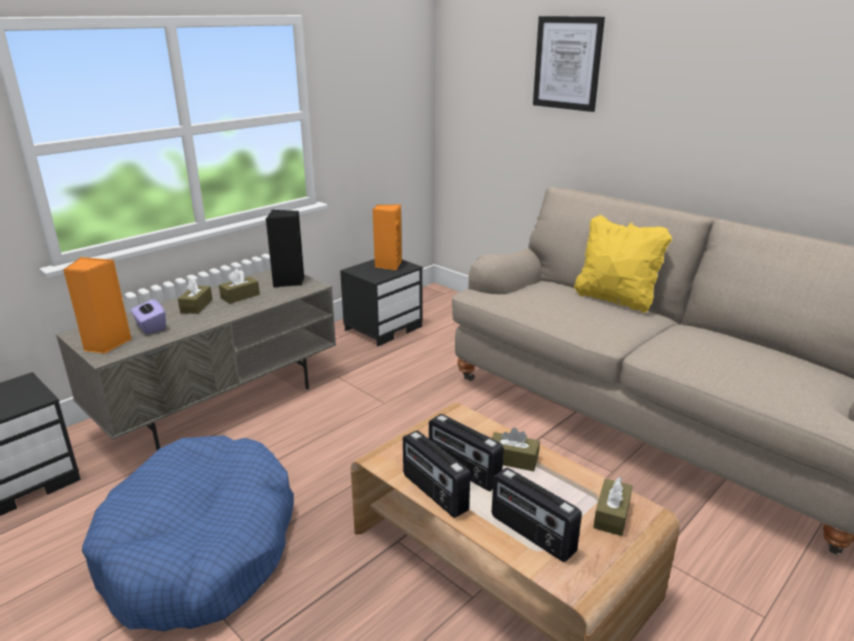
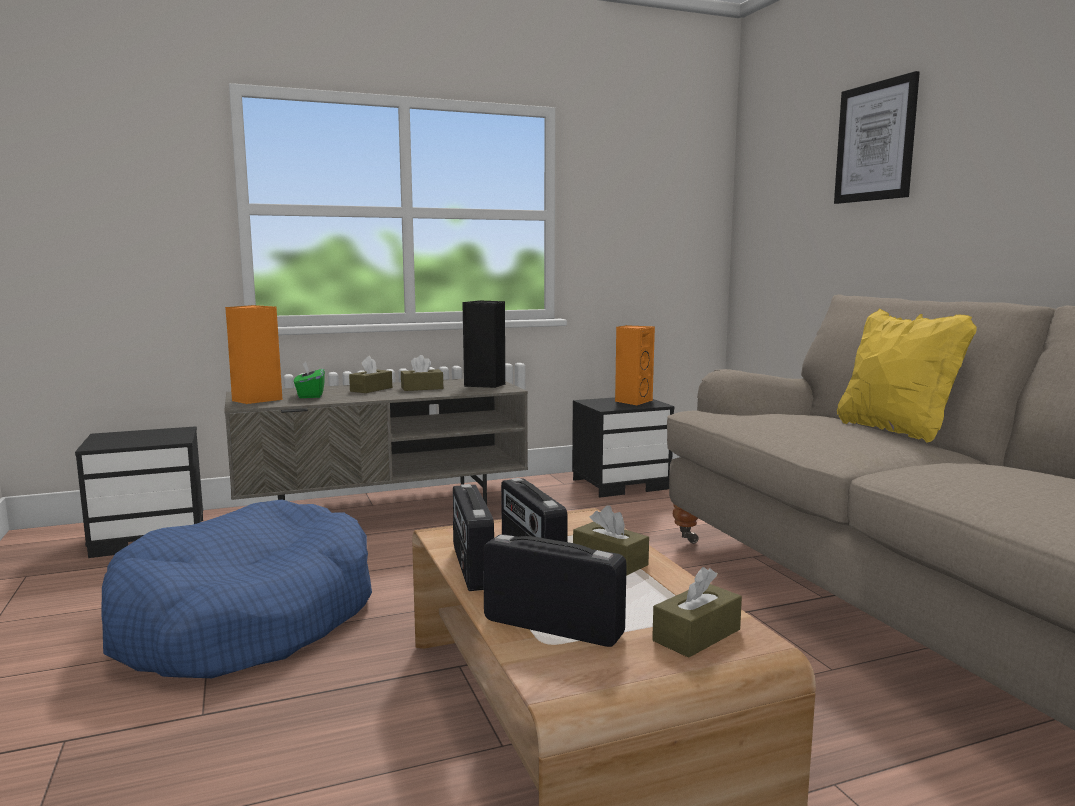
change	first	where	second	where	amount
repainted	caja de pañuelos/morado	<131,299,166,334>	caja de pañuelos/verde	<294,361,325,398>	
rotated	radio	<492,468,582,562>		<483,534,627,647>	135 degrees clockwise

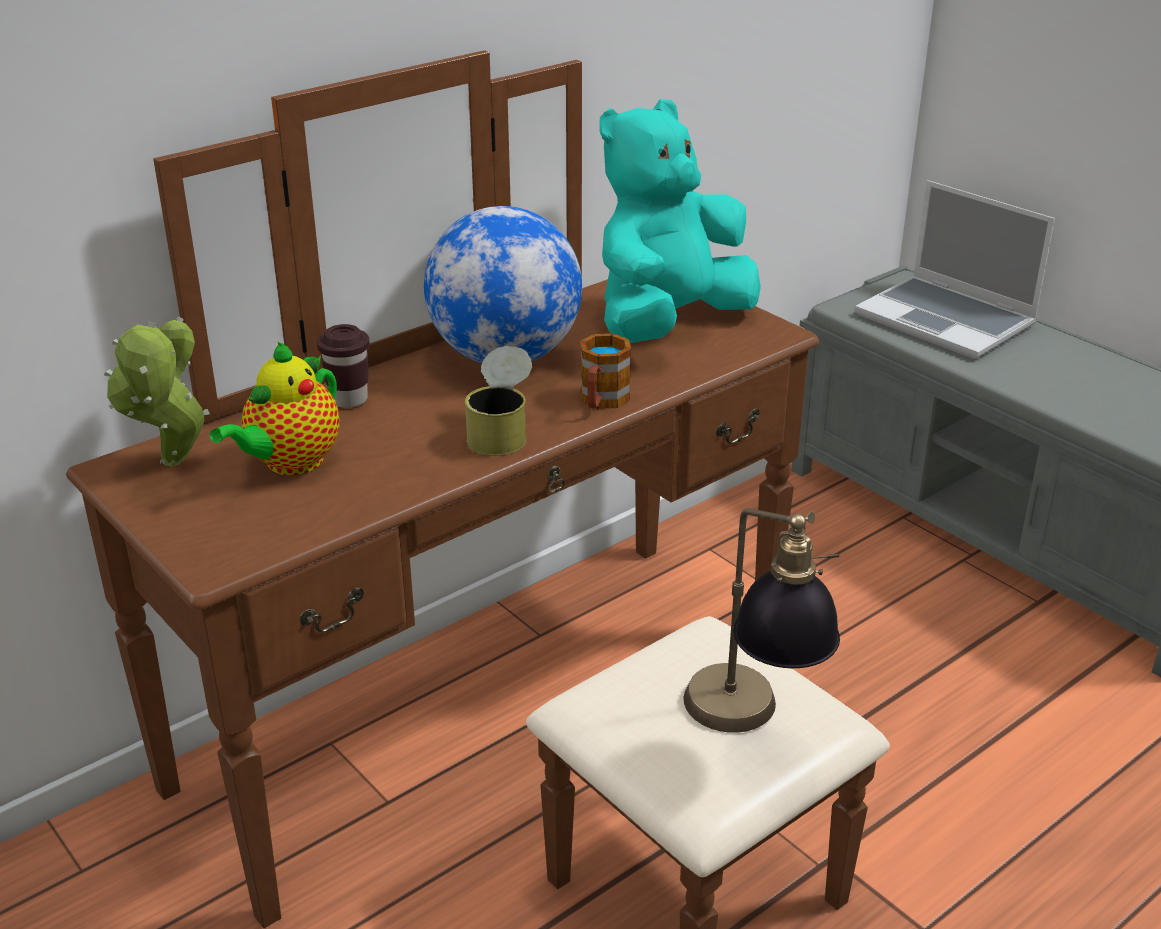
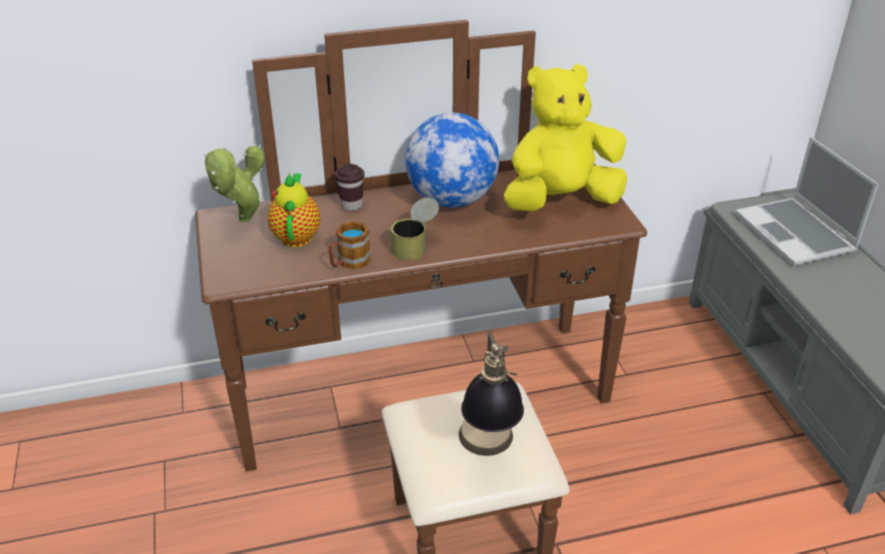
change	first	where	second	where	amount
rotated	tetera	<210,341,340,475>		<267,173,321,248>	120 degrees clockwise
shifted	taza grande	<580,333,631,409>		<328,221,371,270>	
repainted	peluche/turquesa	<599,99,761,343>	peluche/amarillo	<504,64,627,211>	

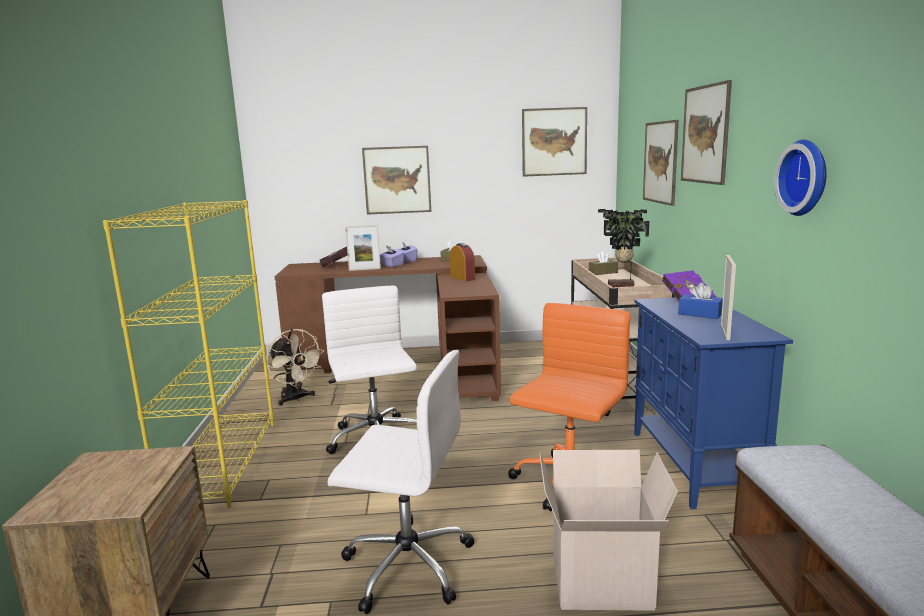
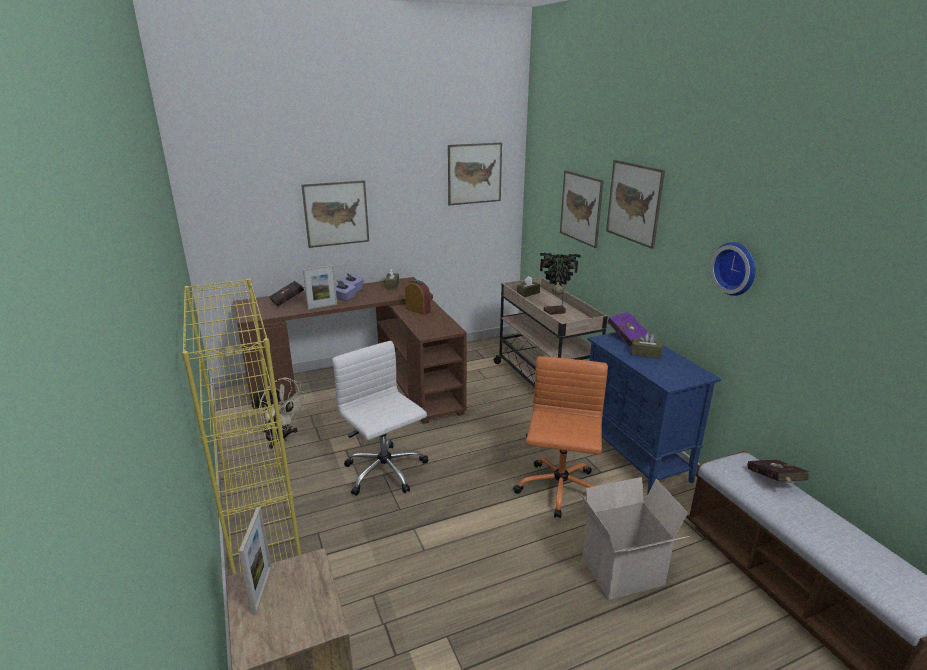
change	first	where	second	where	amount
shifted	portarretratos	<721,255,736,340>		<239,507,272,615>	
repainted	caja de pañuelos/azul	<678,283,723,319>	caja de pañuelos/marrón	<631,332,663,359>	
new			libro/rojo	<748,460,809,484>	
gone	silla de oficina/blanco	<328,350,474,614>			

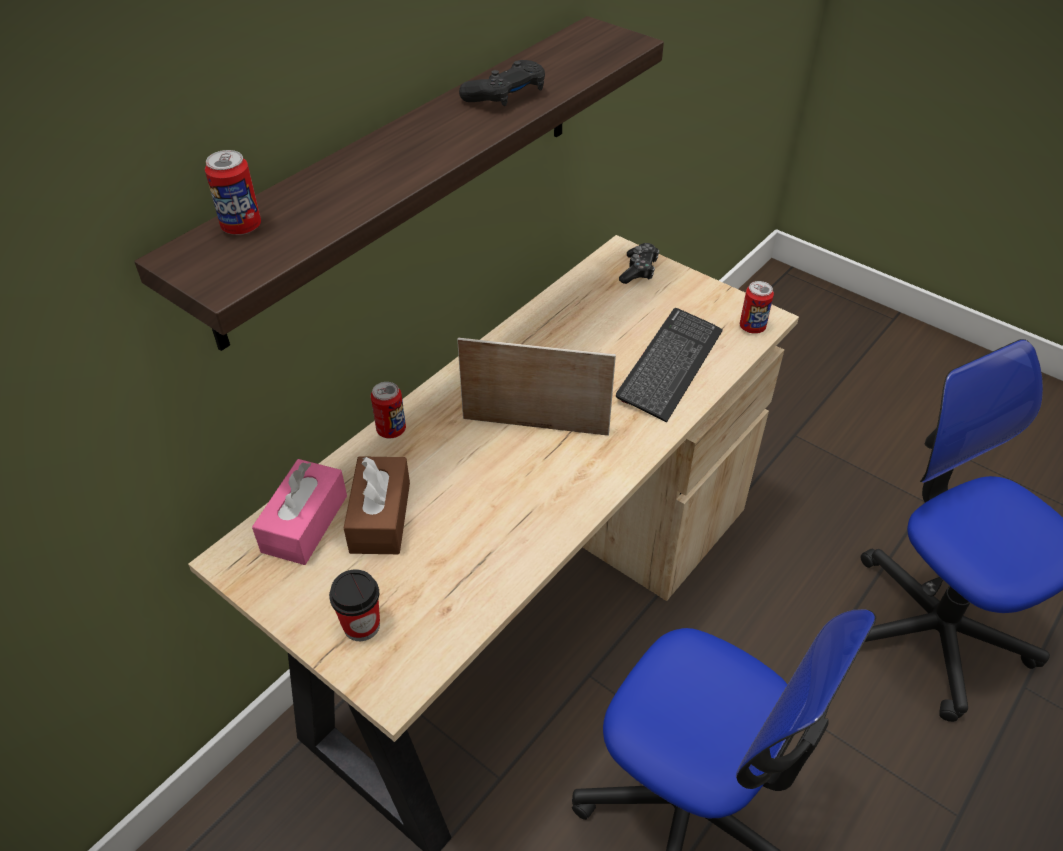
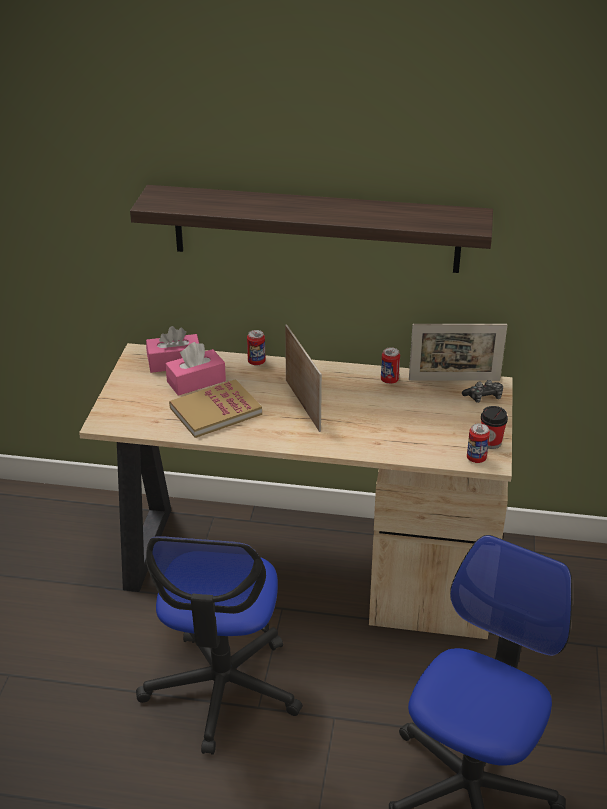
change	first	where	second	where	amount
repainted	caja de pañuelos/marrón	<344,456,410,554>	caja de pañuelos/rosa	<165,342,226,396>	
new			libro	<169,379,262,438>	
shifted	lata	<205,150,261,235>		<381,347,400,384>	
new			portarretratos	<409,324,507,381>	
shifted	taza	<329,569,380,641>		<481,406,508,449>	
gone	mando de consola/negro	<459,60,545,106>			
gone	teclado	<616,308,723,422>			

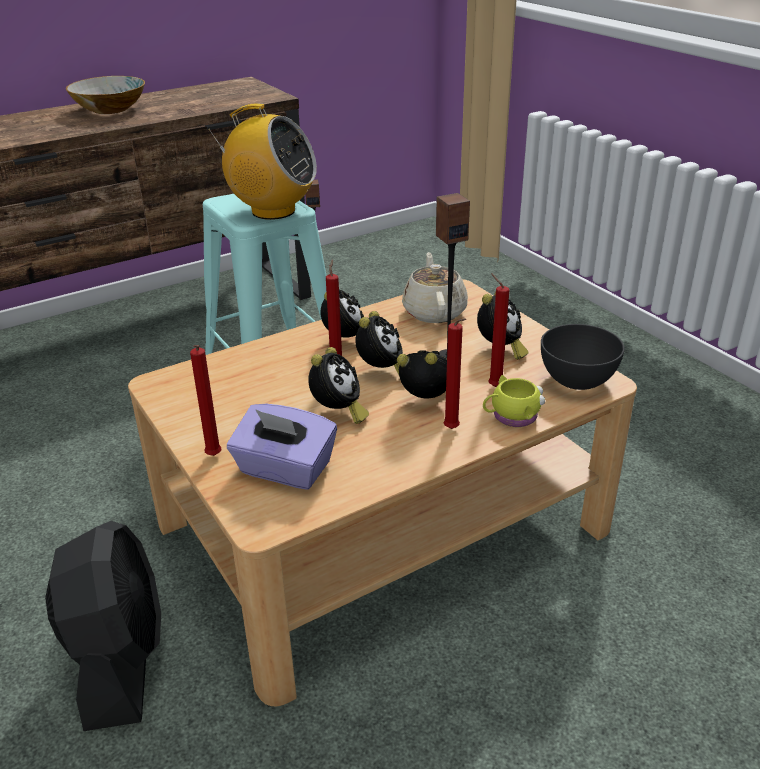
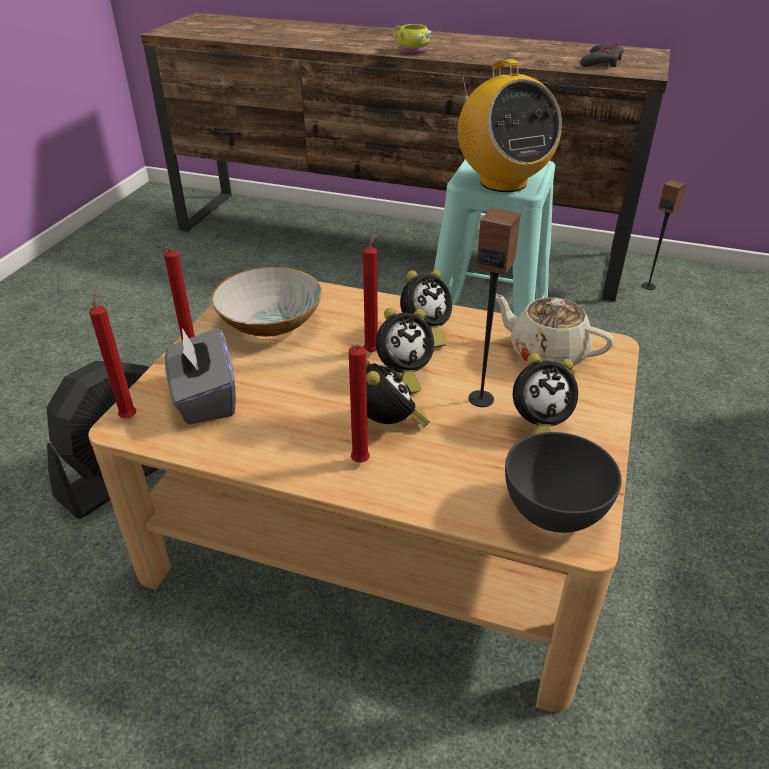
change	first	where	second	where	amount
shifted	vela/rojo	<488,273,509,387>		<89,287,136,418>	
repainted	caja de pañuelos/morado	<227,404,337,490>	caja de pañuelos/gris	<165,328,236,425>	
shifted	cuenco	<66,76,145,114>		<211,267,322,337>	
shifted	taza grande/amarillo	<483,375,545,427>		<393,24,432,54>	
rotated	tetera/beis	<402,252,468,323>		<495,294,614,366>	105 degrees counterclockwise
new			mando de consola/gris	<580,43,624,67>	
gone	despertador	<308,347,369,424>			

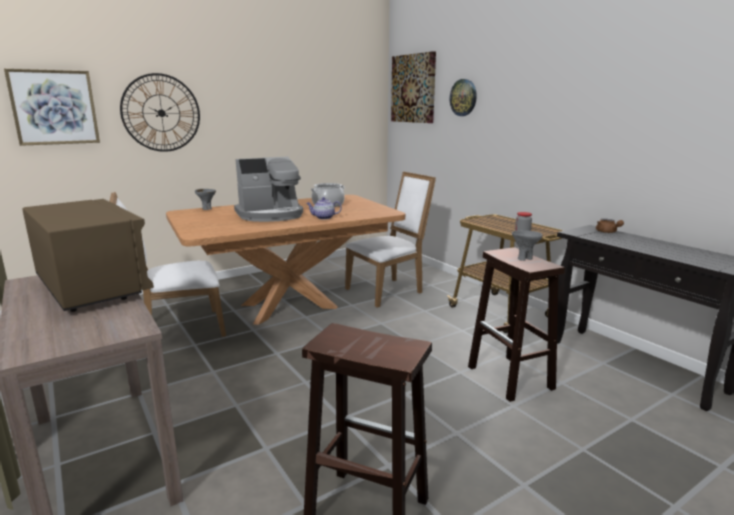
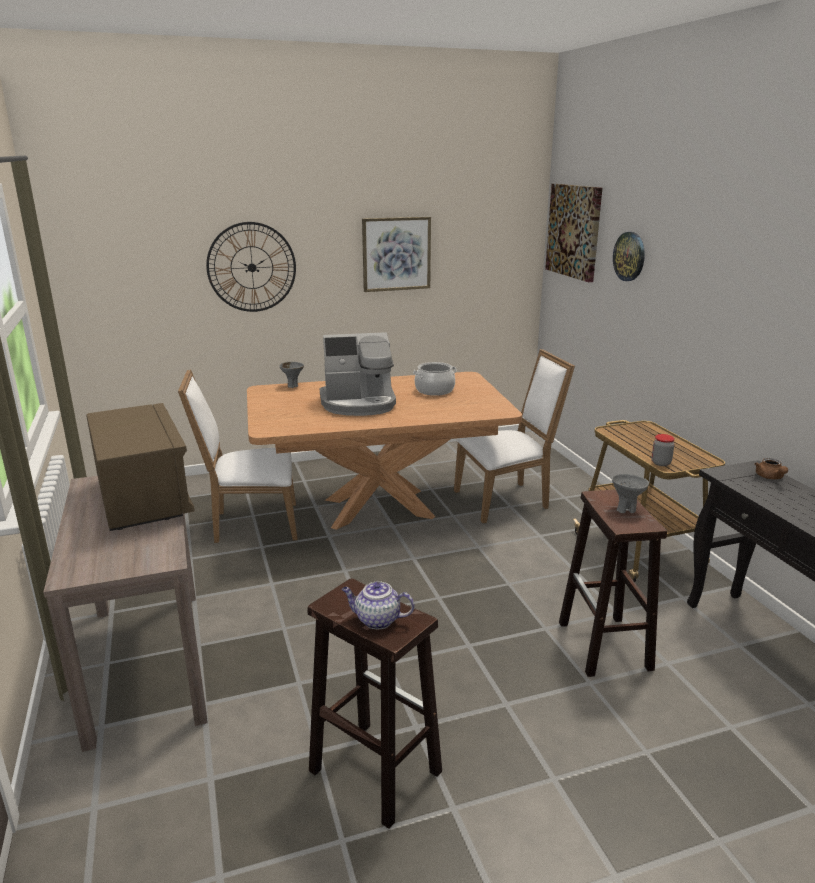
change	first	where	second	where	amount
shifted	tetera	<306,197,342,219>		<341,581,414,629>	
shifted	cuadro	<4,69,100,146>		<362,217,431,292>	

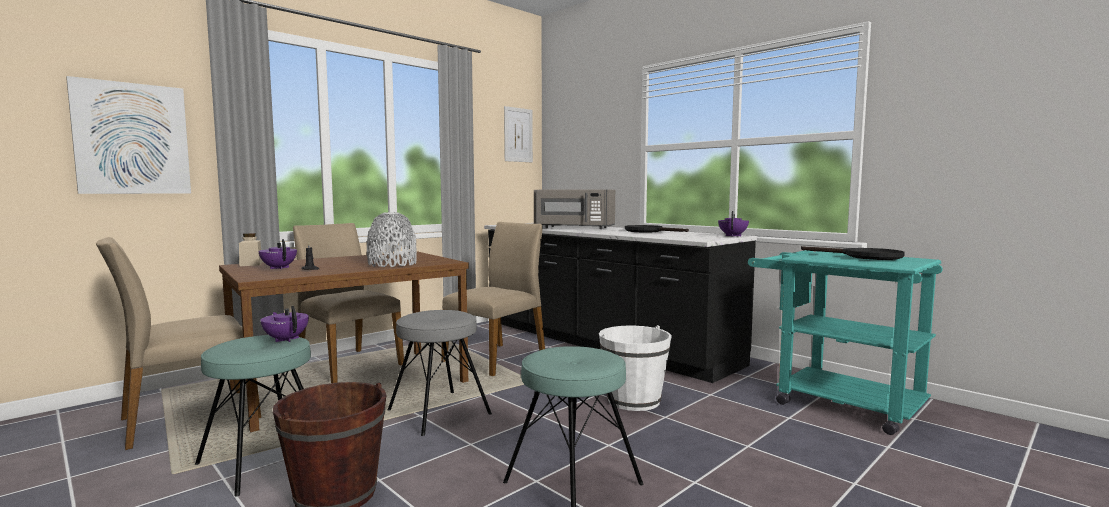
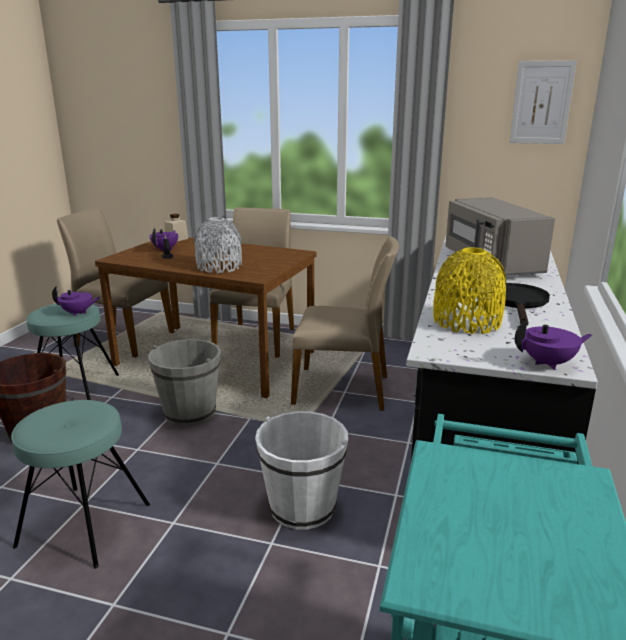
change	first	where	second	where	amount
rotated	tetera/morado	<261,306,309,342>		<52,286,100,316>	75 degrees clockwise
swapped	taburete/gris	<388,310,492,436>	cubo/gris	<148,339,221,426>	
new			florero/amarillo	<434,247,506,334>	
gone	cuadro	<66,76,191,194>			
gone	sartén/negro	<801,246,905,260>			

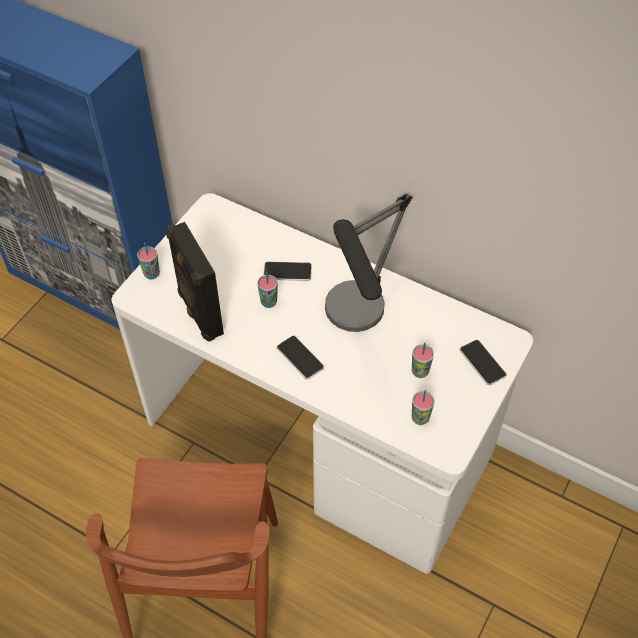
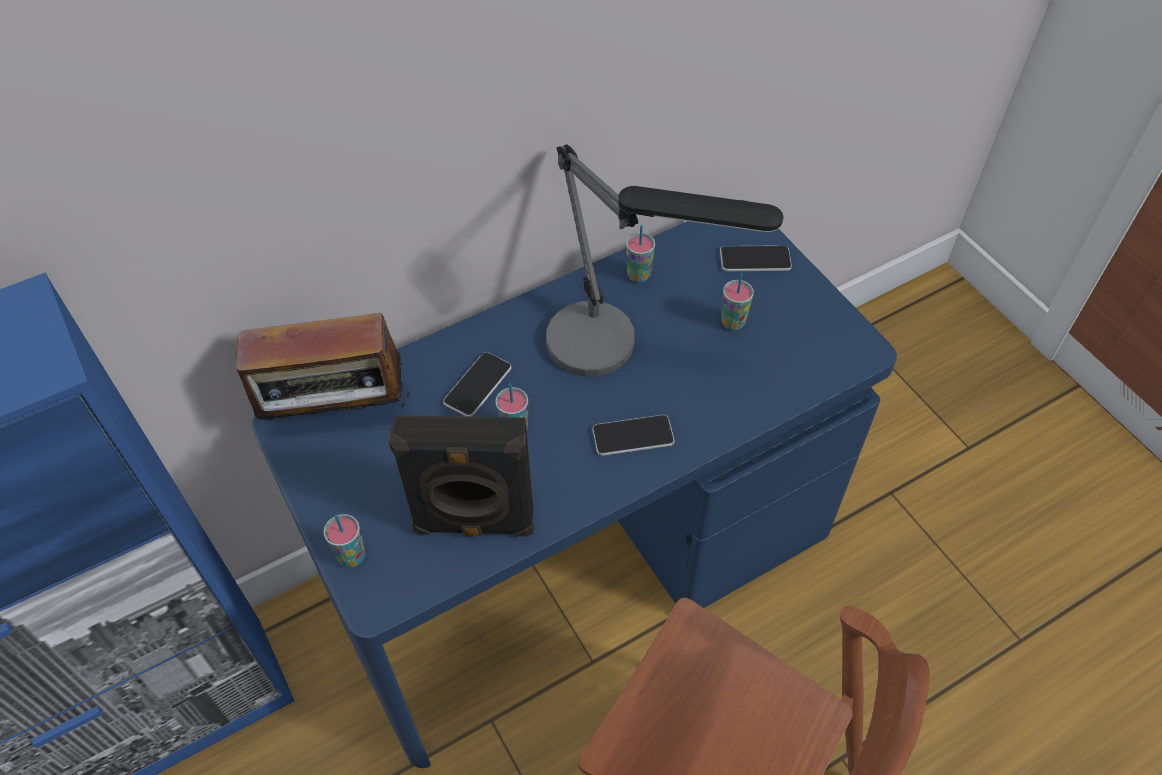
change	first	where	second	where	amount
new			radio	<227,308,410,441>	
repainted	escritorio/blanco	<112,193,533,574>	escritorio/azul	<251,200,897,768>	
shifted	taza	<412,390,435,425>		<626,225,655,283>	

